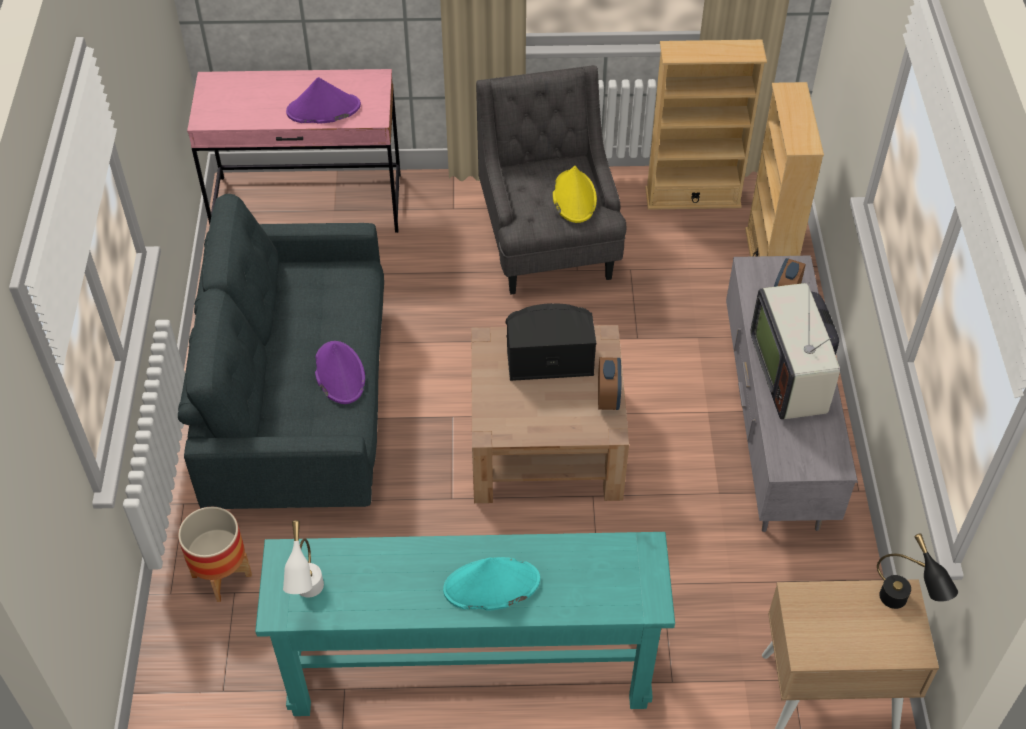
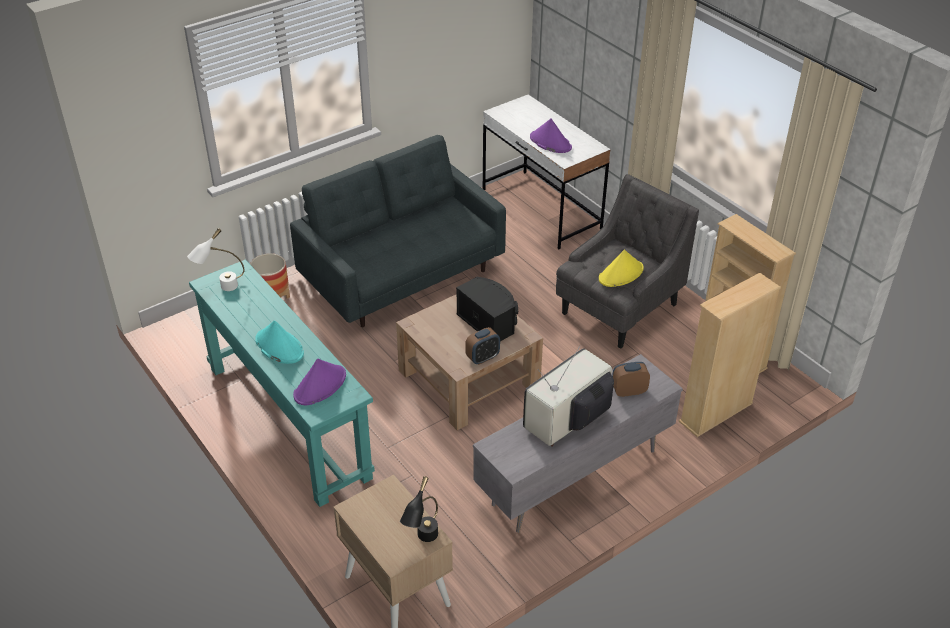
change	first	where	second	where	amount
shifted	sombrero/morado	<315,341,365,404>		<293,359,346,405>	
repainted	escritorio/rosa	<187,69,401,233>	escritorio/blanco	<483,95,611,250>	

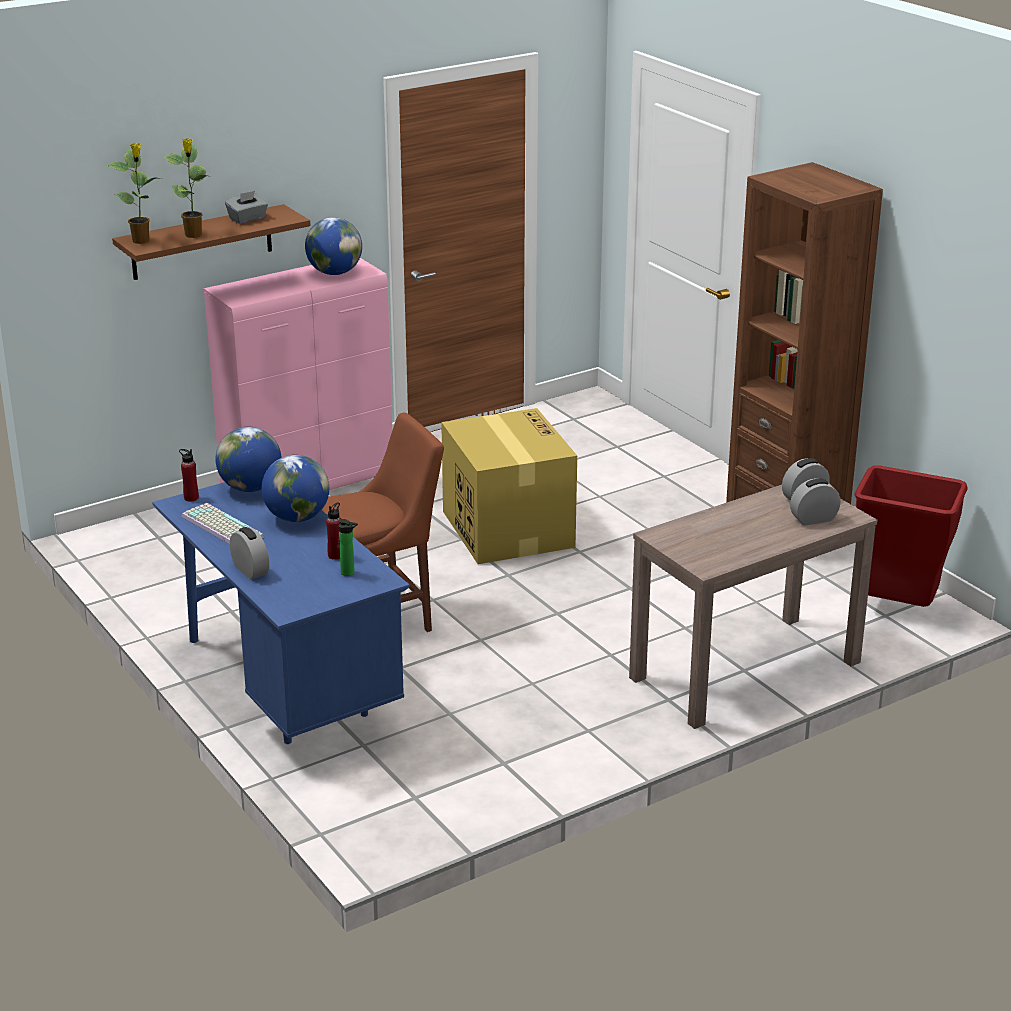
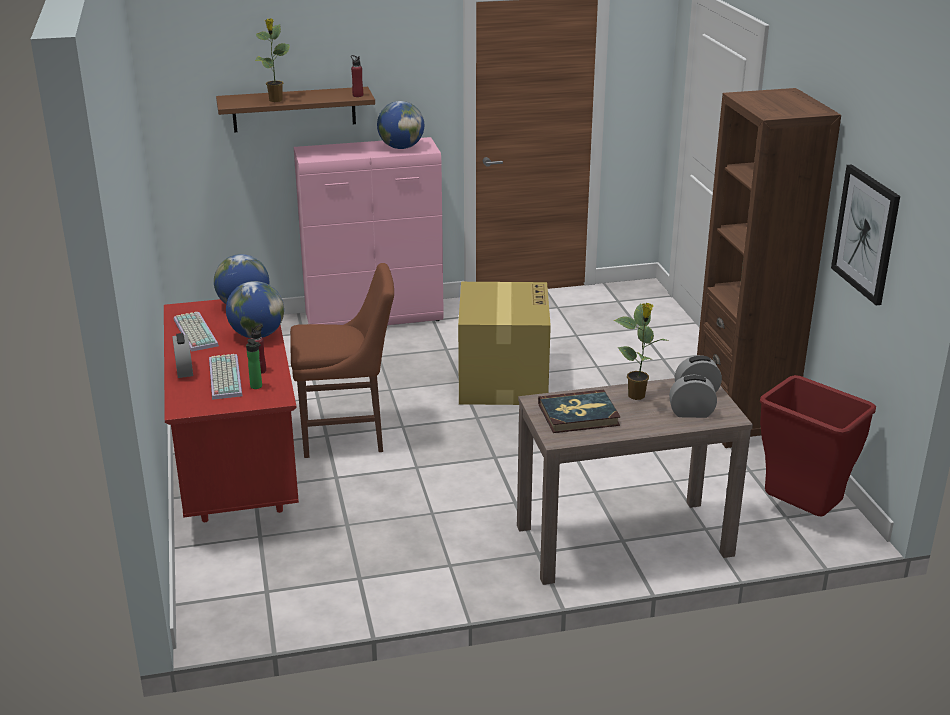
change	first	where	second	where	amount
repainted	escritorio/azul	<152,482,410,744>	escritorio/rojo	<164,299,299,522>	
new			teclado	<209,354,242,400>	
shifted	botella/rojo	<179,449,199,501>		<351,55,363,97>	
new			libro	<538,390,621,433>	
shifted	planta en maceta	<107,143,158,244>		<613,303,668,400>	
new			cuadro	<831,164,900,305>	
gone	caja de pañuelos/gris	<225,191,268,224>			

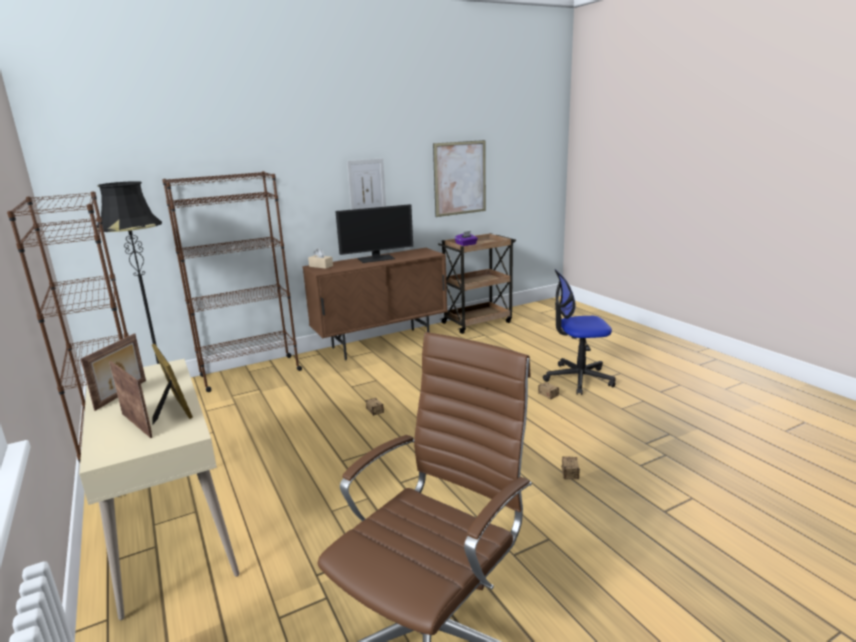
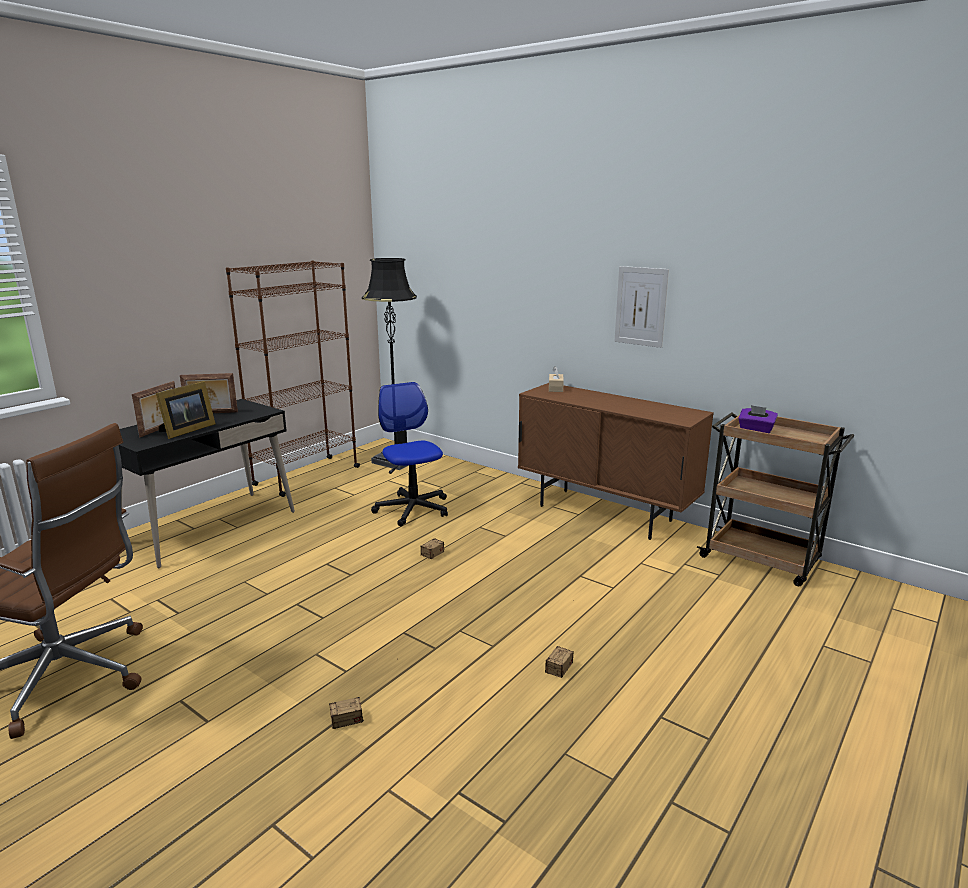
change	first	where	second	where	amount
repainted	escritorio/beis	<79,359,239,620>	escritorio/negro	<119,399,295,568>	
shifted	silla de oficina	<543,269,616,395>		<371,382,448,526>	
gone	estantería/marrón	<162,171,302,392>			
gone	monitor	<335,204,413,263>			
gone	cuadro	<433,140,486,217>			

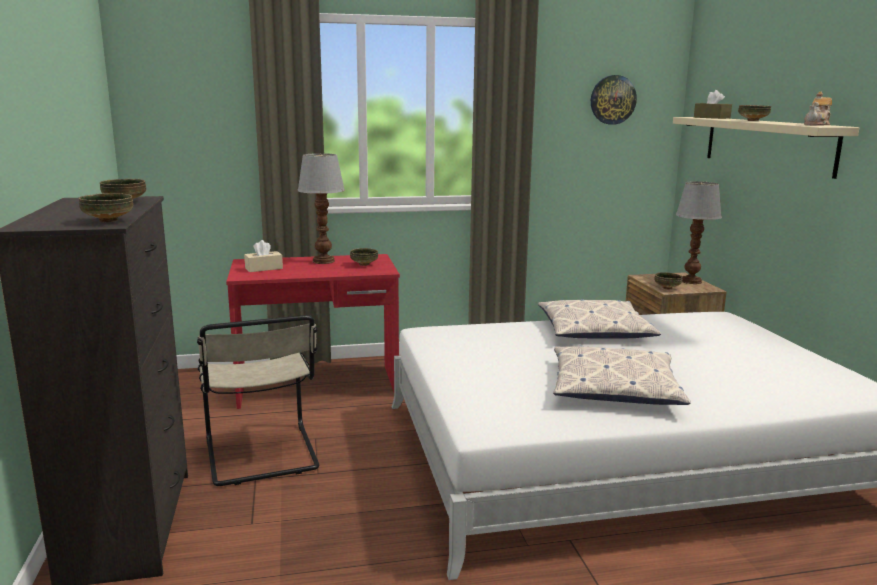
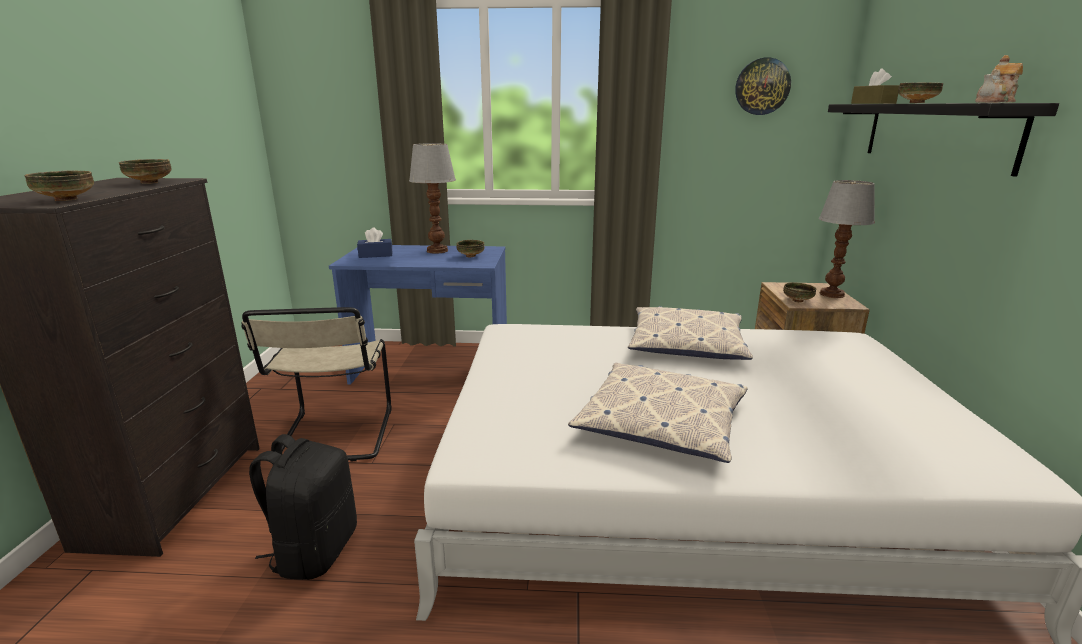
change	first	where	second	where	amount
new			mochila/negro	<249,434,357,580>	
repainted	escritorio/rojo	<226,254,400,409>	escritorio/azul	<329,245,507,385>	
repainted	caja de pañuelos/beis	<244,240,283,272>	caja de pañuelos/azul	<357,227,392,258>	
repainted	estante/beis	<673,117,859,179>	estante/negro	<828,103,1059,177>	

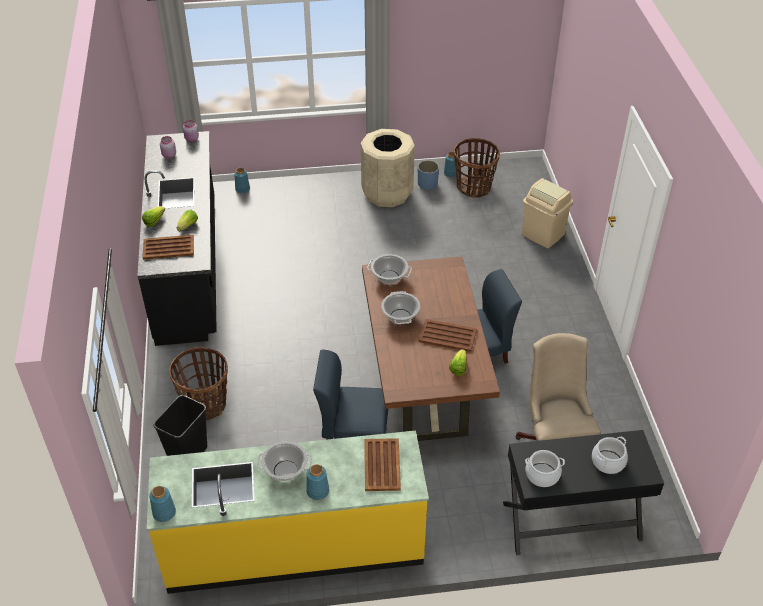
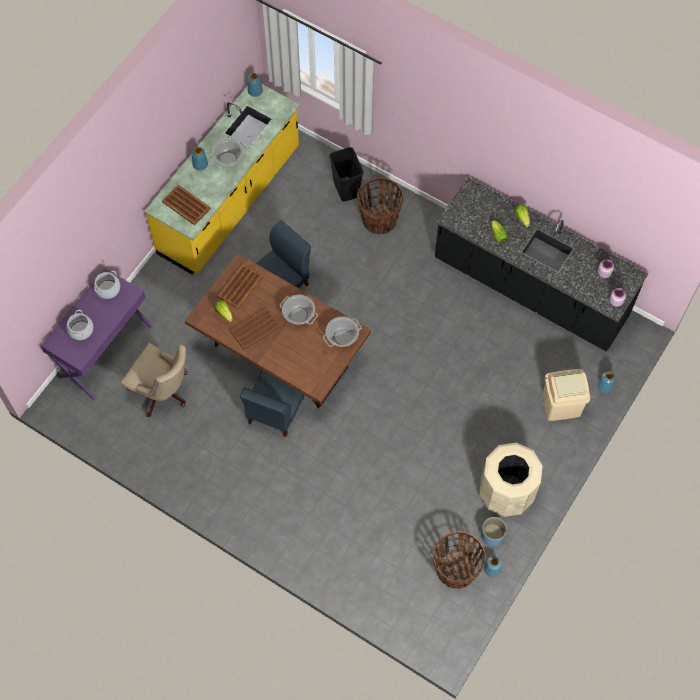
change	first	where	second	where	amount
repainted	escritorio/negro	<503,430,664,555>	escritorio/morado	<41,268,153,400>	
shifted	bandeja/marrón	<142,235,194,260>		<217,263,263,309>	
shifted	papelera/beis	<522,178,573,248>		<542,369,590,421>	

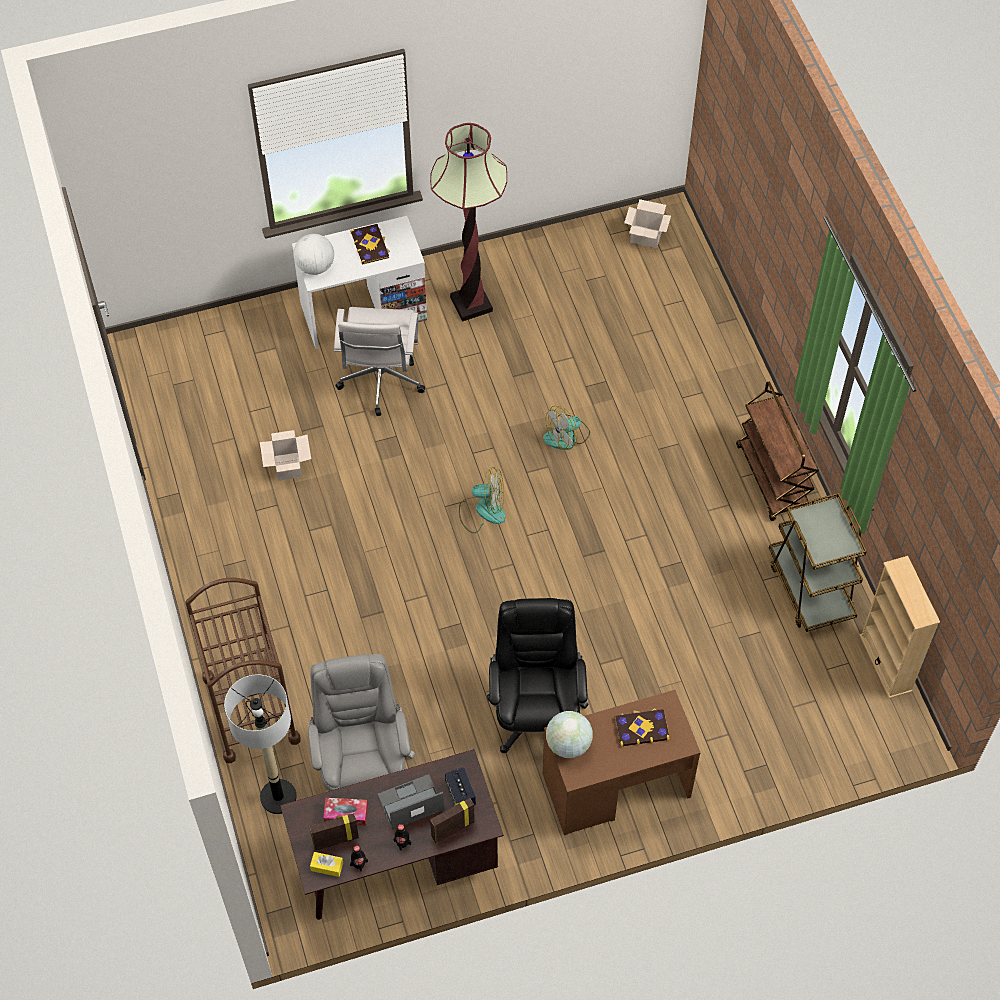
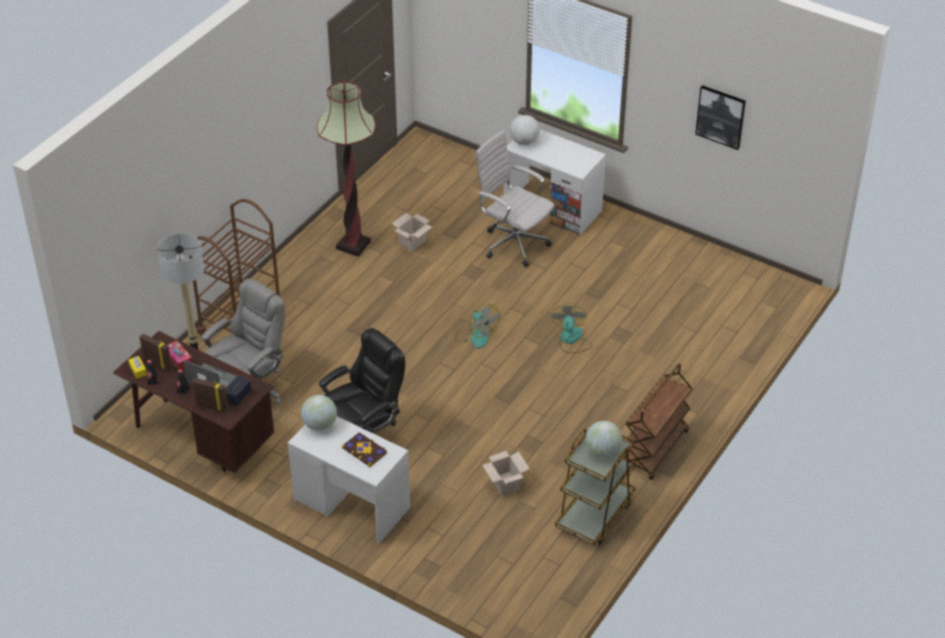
change	first	where	second	where	amount
repainted	escritorio/marrón	<543,690,701,835>	escritorio/blanco	<288,416,410,543>	
shifted	lámpara de pie	<430,123,507,322>		<317,81,376,257>	
rotated	silla de oficina/blanco	<334,307,425,416>		<475,130,554,267>	75 degrees clockwise
shifted	caja de cartón	<624,199,671,248>		<482,451,530,495>	
rotated	ventilador	<543,406,590,450>		<551,303,592,353>	75 degrees clockwise
new			globo terráqueo	<586,421,622,457>	
new			cuadro	<695,85,746,150>	
gone	libro	<350,224,390,264>			
gone	estantería/beis	<860,556,940,699>			

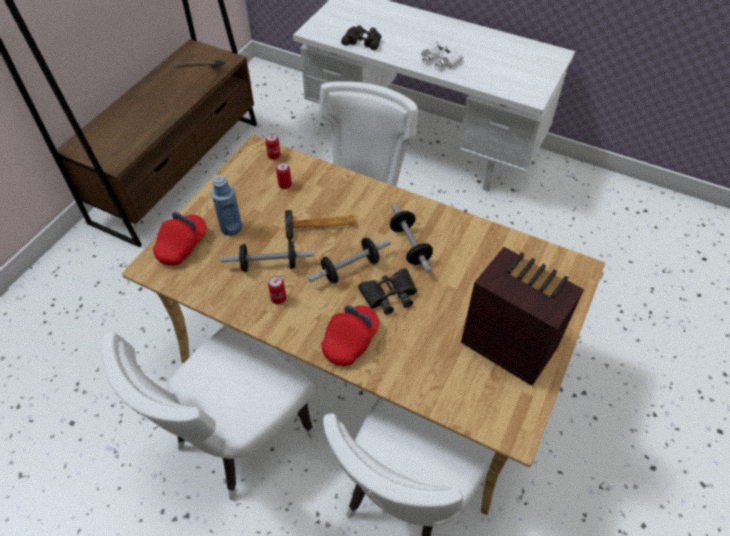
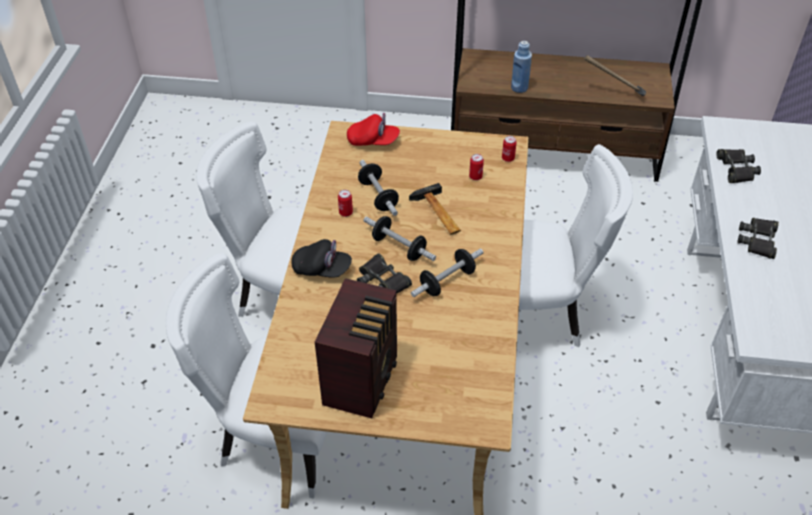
change	first	where	second	where	amount
repainted	gorra/rojo	<321,305,379,366>	gorra/negro	<292,239,352,278>	
shifted	botella/azul	<211,175,242,236>		<511,41,532,93>	
repainted	prismáticos/blanco	<421,41,463,70>	prismáticos/negro	<737,218,779,259>	

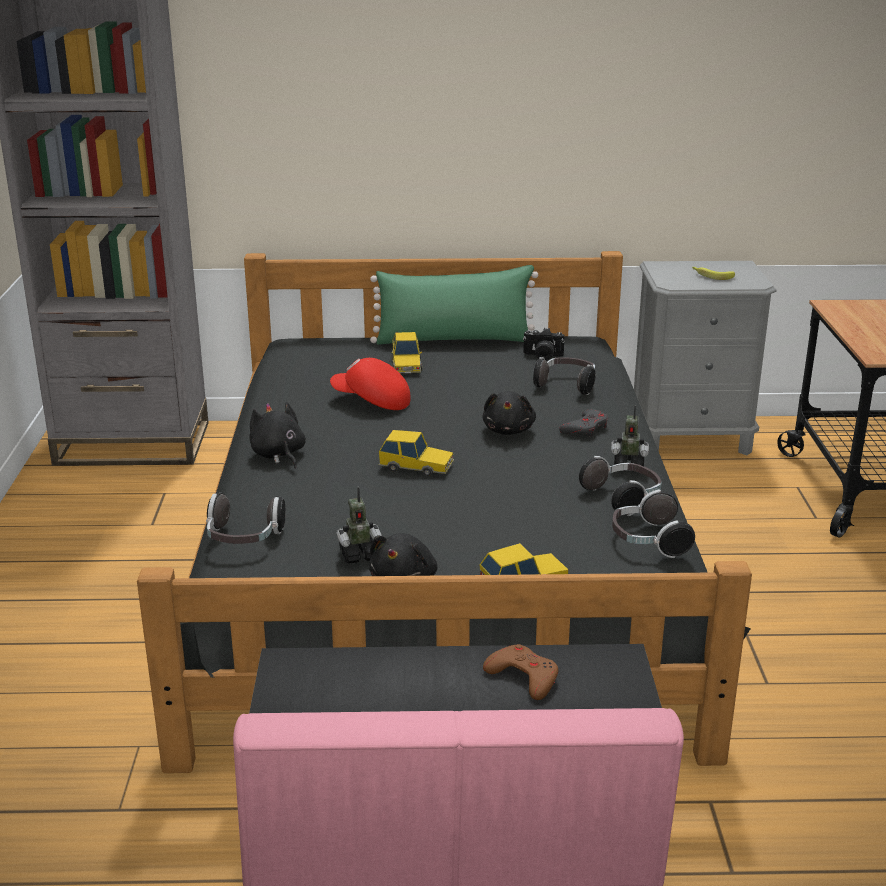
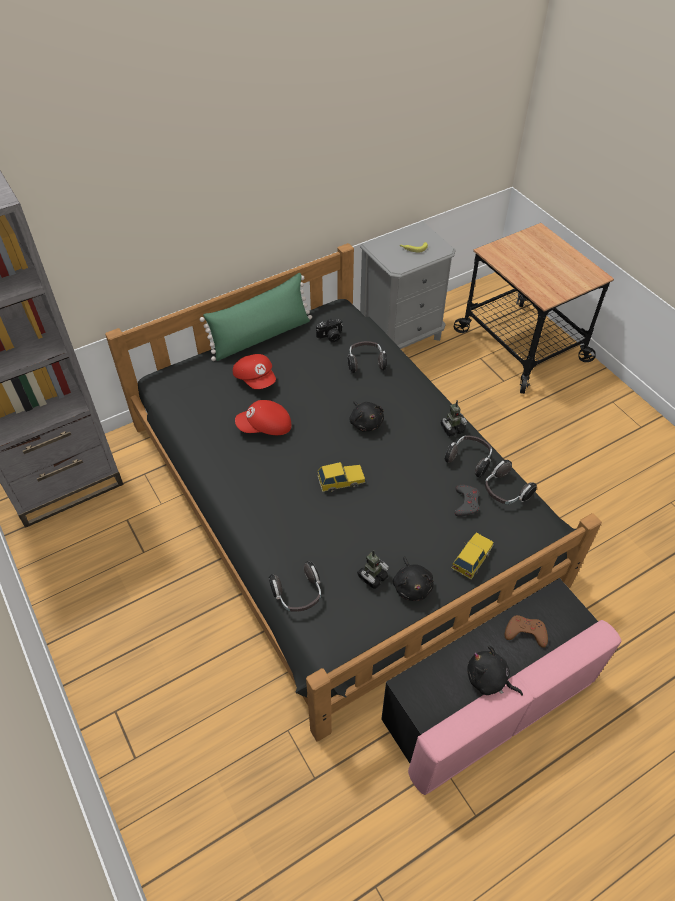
change	first	where	second	where	amount
swapped	coche de juguete	<391,332,422,373>	gorra/rojo	<233,354,276,389>	
shifted	mando de consola/gris	<559,409,608,437>		<455,485,479,517>	
shifted	peluche/negro	<249,402,306,469>		<467,646,523,696>	

